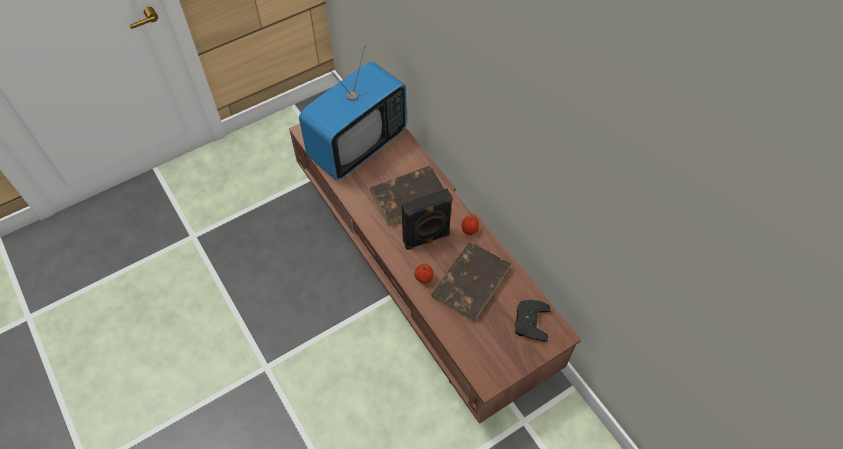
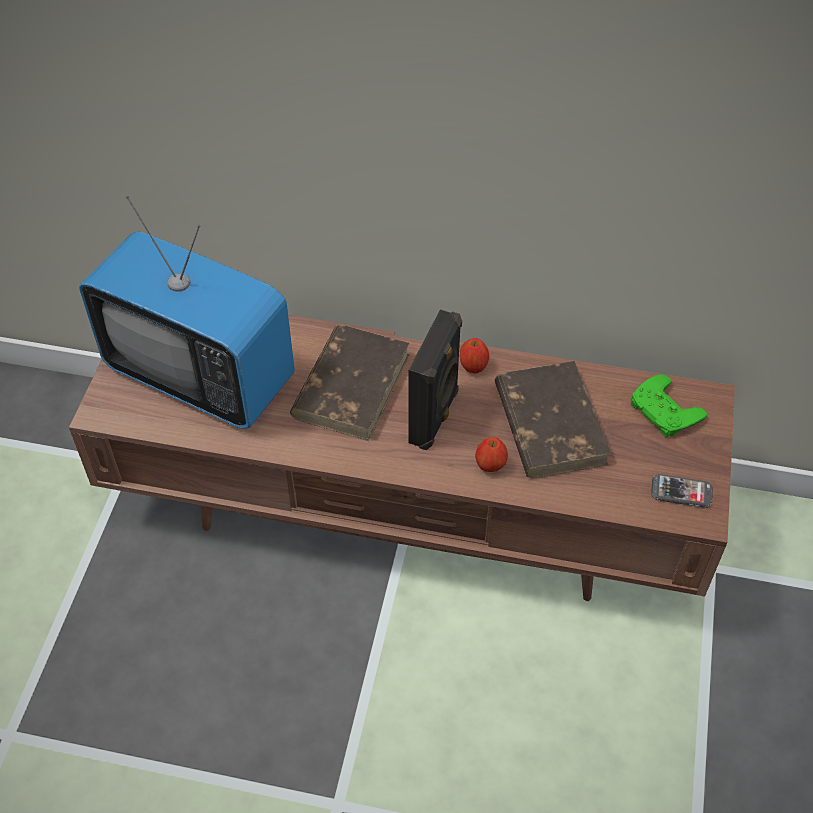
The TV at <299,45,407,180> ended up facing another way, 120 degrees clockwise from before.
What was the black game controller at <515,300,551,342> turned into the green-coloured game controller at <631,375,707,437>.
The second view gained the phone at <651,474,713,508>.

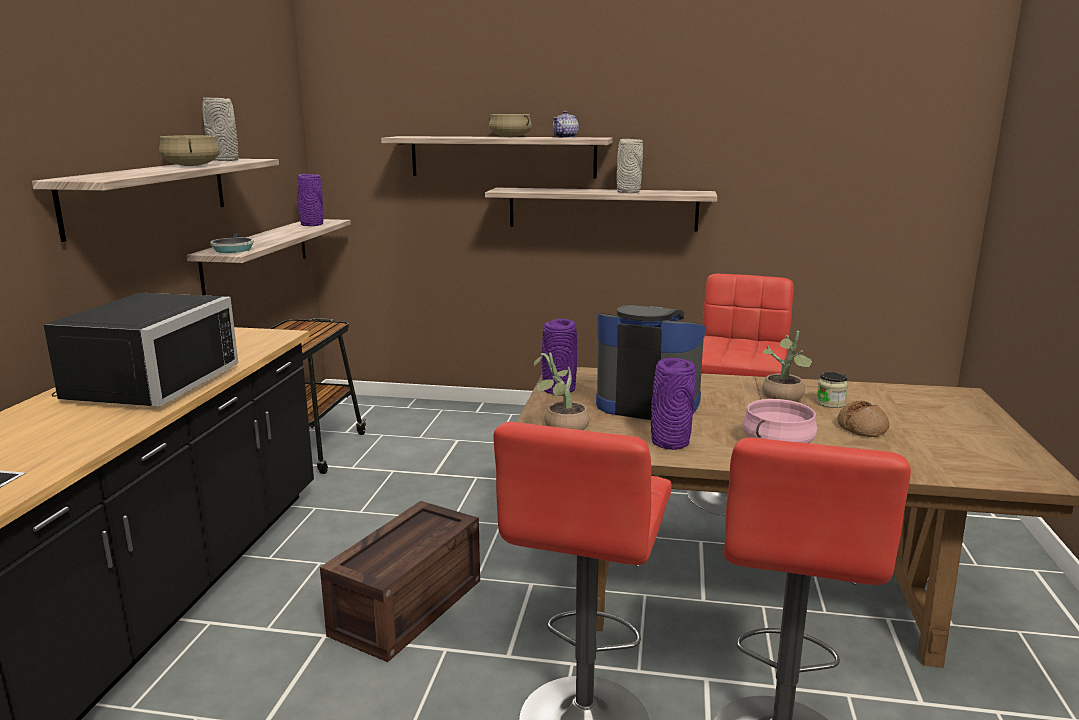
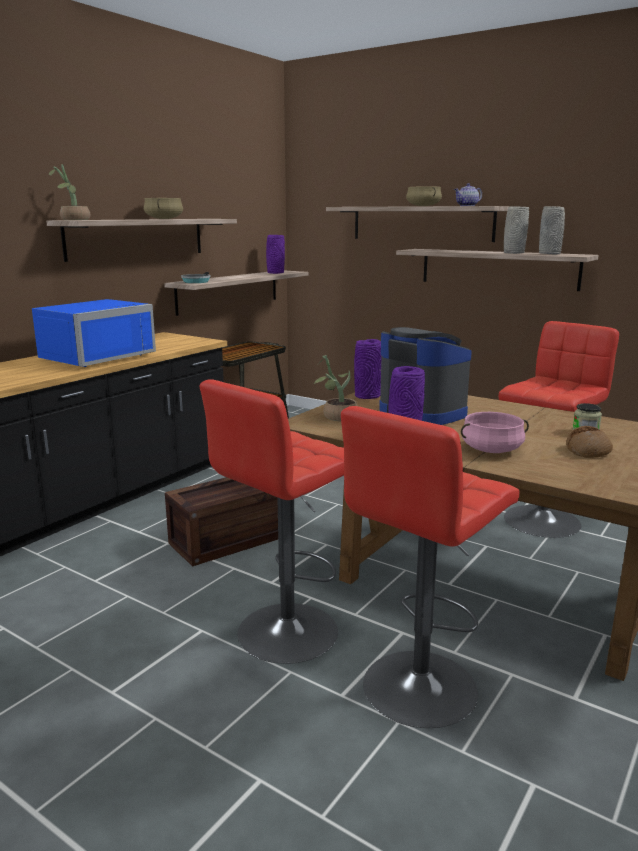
The grey flower vase ended up elsewhere, having gone from <202,97,239,161> to <539,206,565,254>.
What was the black microwave oven at <43,293,238,407> turned into the blue microwave oven at <32,299,156,367>.
The potted plant ended up elsewhere, having gone from <762,331,812,401> to <49,164,90,220>.

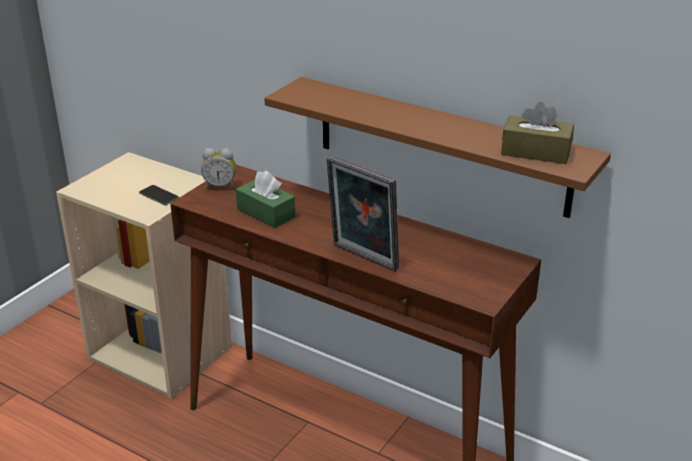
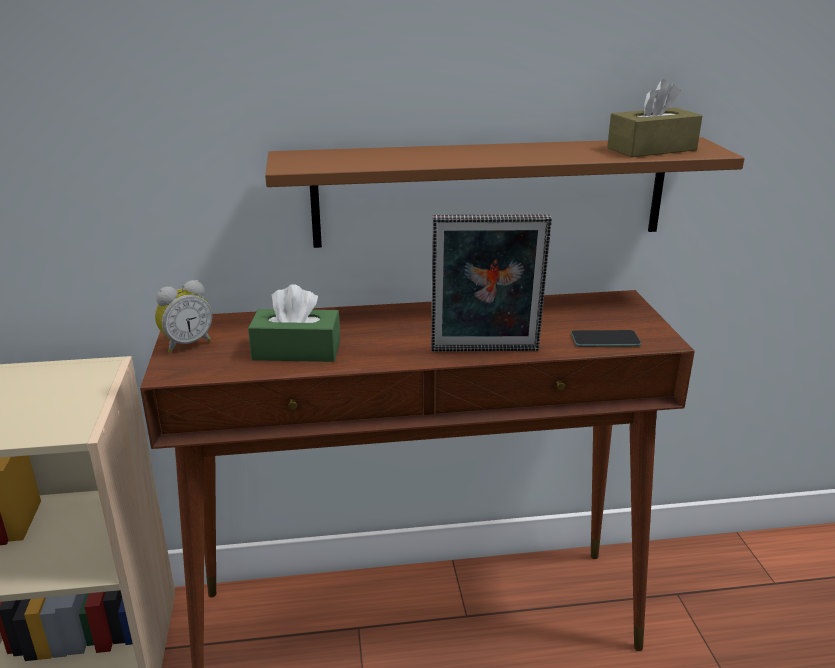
The phone ended up elsewhere, having gone from <139,185,179,205> to <571,330,642,347>.

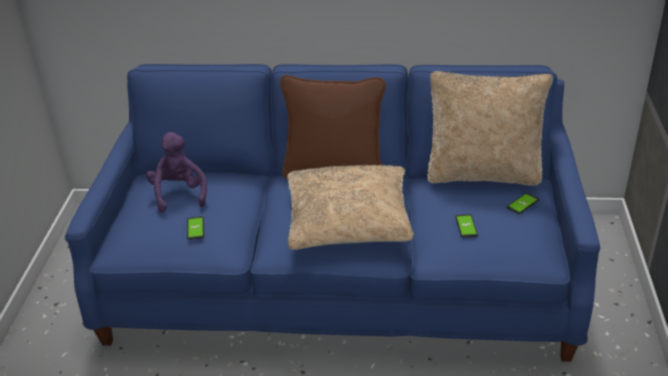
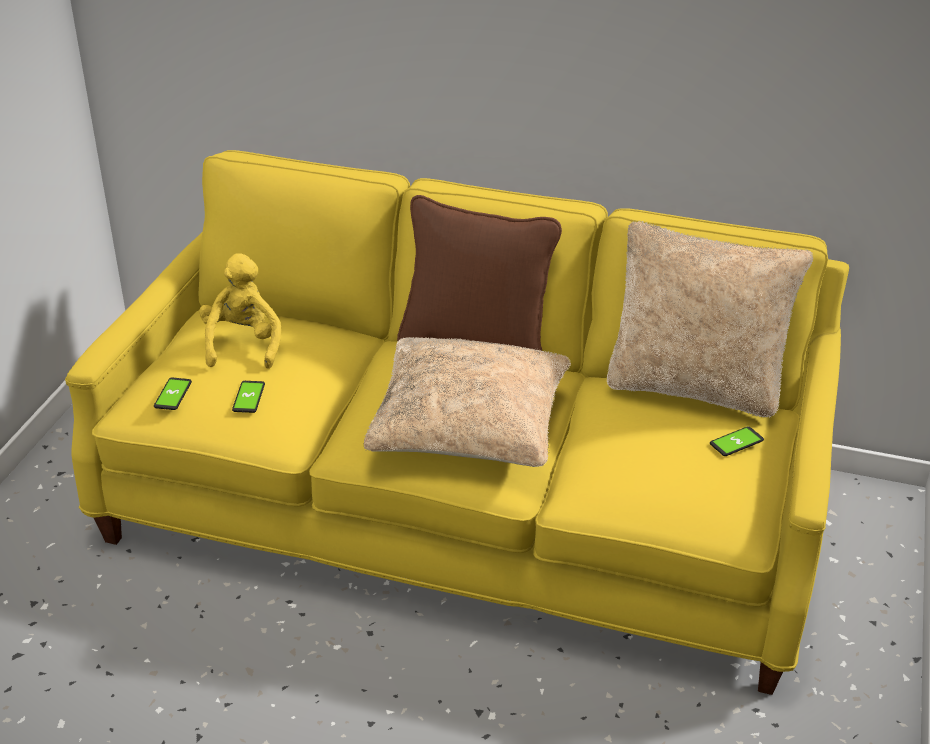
What was the blue sofa at <65,64,600,362> turned into the yellow-coloured sofa at <65,150,849,695>.
What was the purple cuddly toy at <146,132,207,213> turned into the yellow-coloured cuddly toy at <199,253,281,369>.
The phone ended up elsewhere, having gone from <455,214,478,238> to <154,377,192,410>.

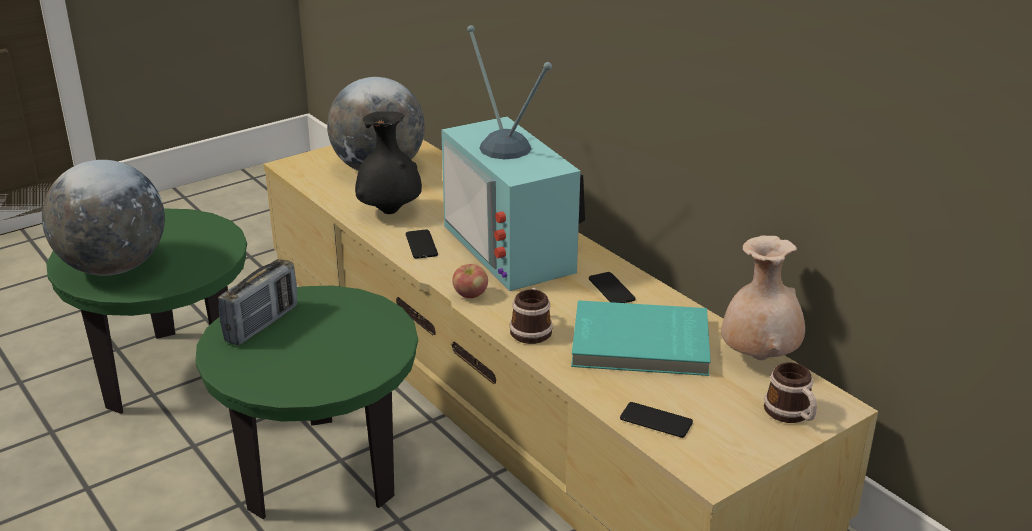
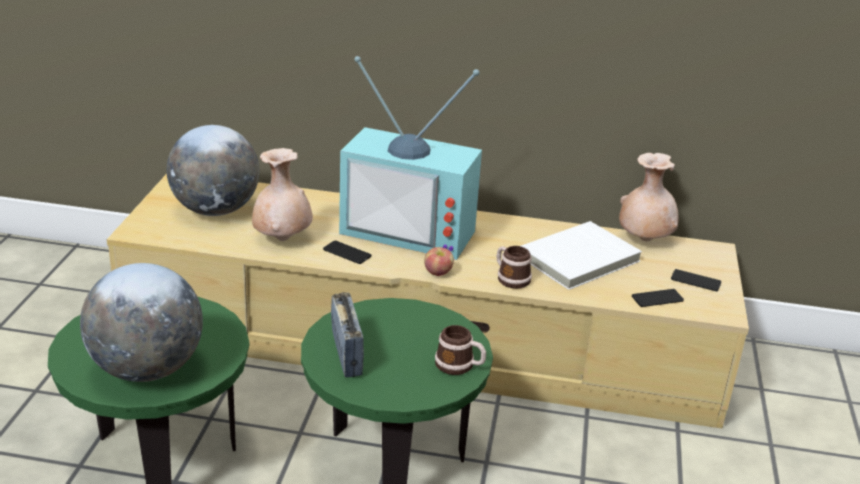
What was the black flower vase at <355,111,422,214> turned into the sand-coloured flower vase at <252,148,313,241>.
The phone ended up elsewhere, having gone from <589,272,635,303> to <671,269,721,292>.
What was the turquoise book at <571,300,711,376> turned into the whitish book at <521,221,642,290>.
The mug ended up elsewhere, having gone from <764,362,817,423> to <435,325,486,375>.

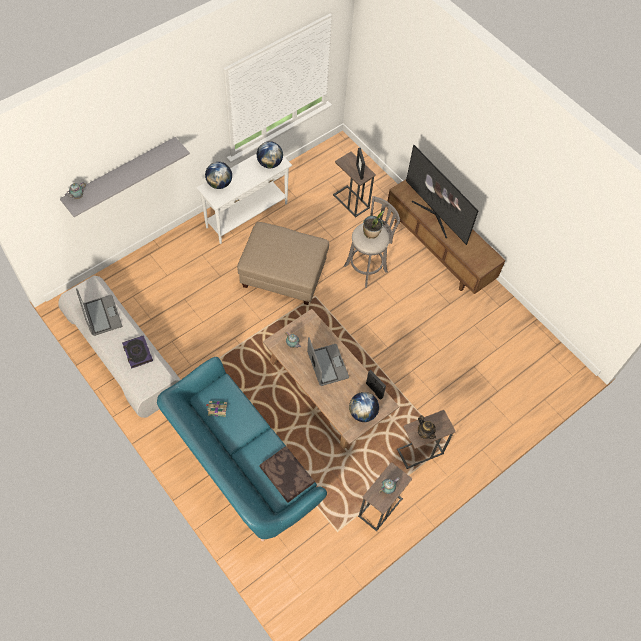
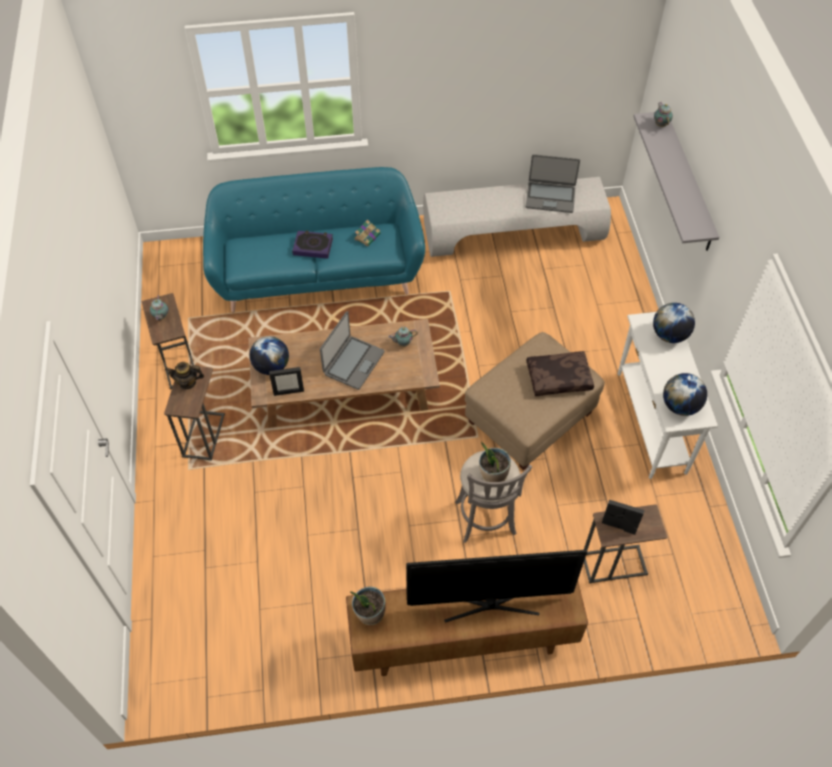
The book ended up elsewhere, having gone from <122,335,153,369> to <292,231,333,259>.
The laptop at <307,338,349,386> ended up facing another way, 75 degrees counterclockwise from before.
The brown-coloured cushion ended up elsewhere, having gone from <259,446,315,502> to <526,351,594,396>.
The second view gained the potted plant at <350,587,386,625>.

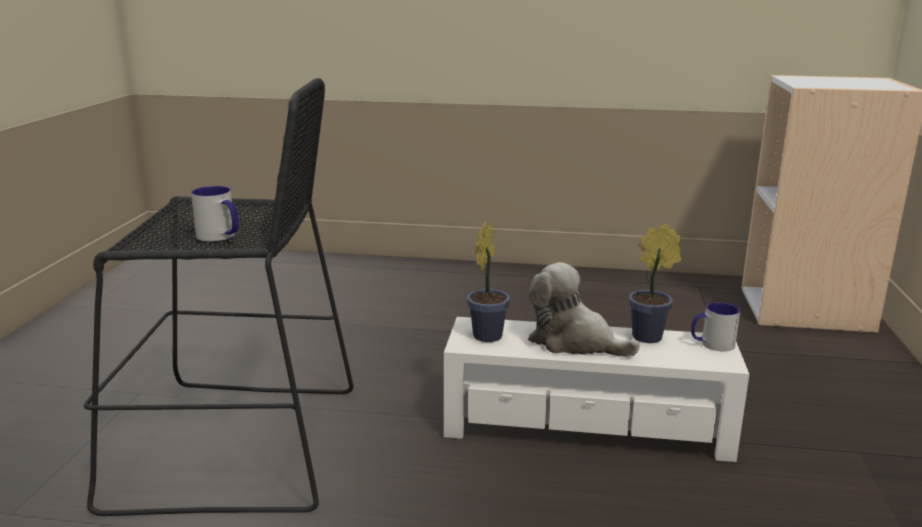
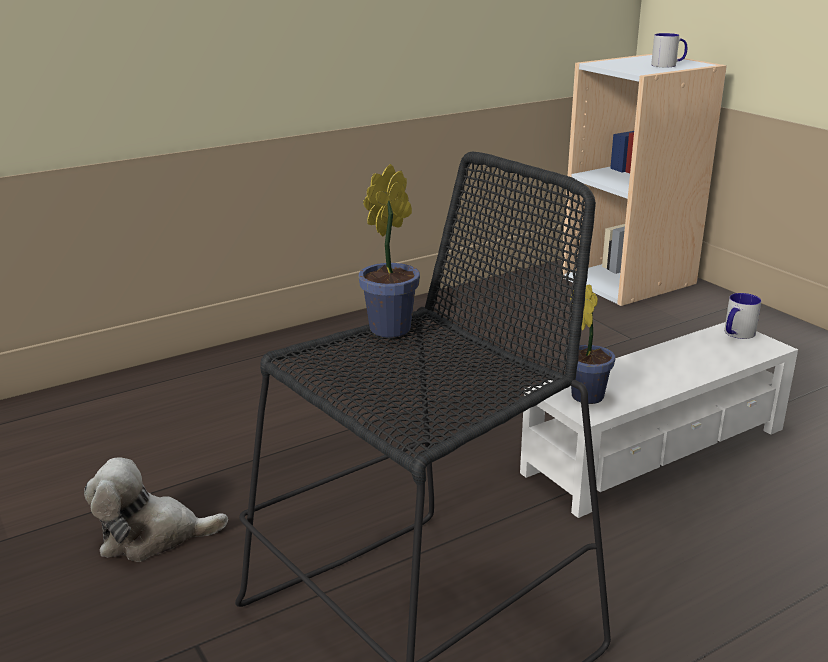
The mug ended up elsewhere, having gone from <191,186,239,241> to <651,33,687,67>.
The potted plant ended up elsewhere, having gone from <629,224,681,343> to <359,164,420,338>.
The cuddly toy ended up elsewhere, having gone from <528,262,640,357> to <84,457,228,562>.

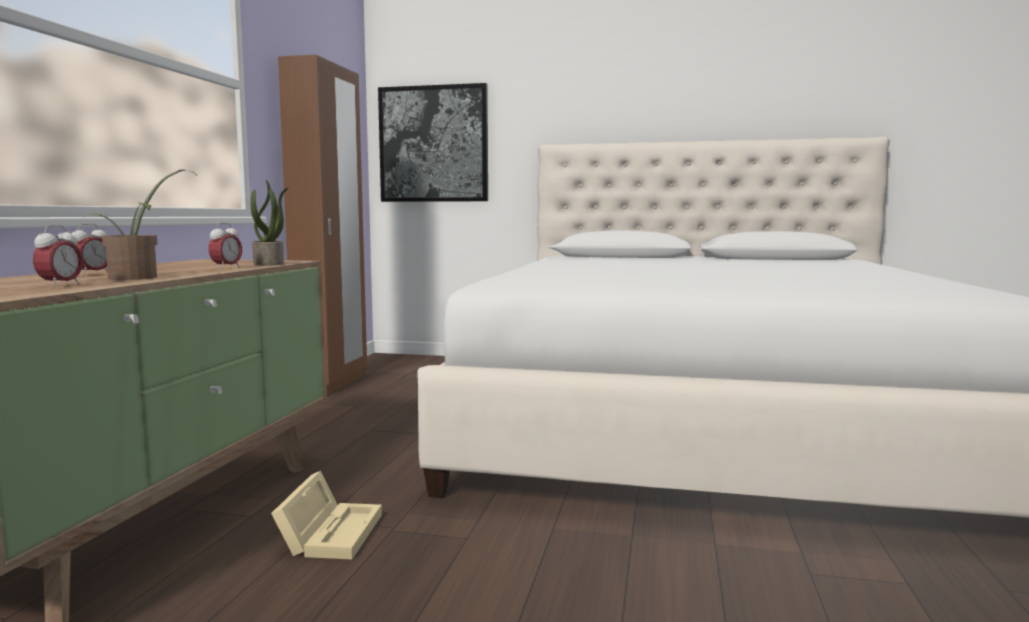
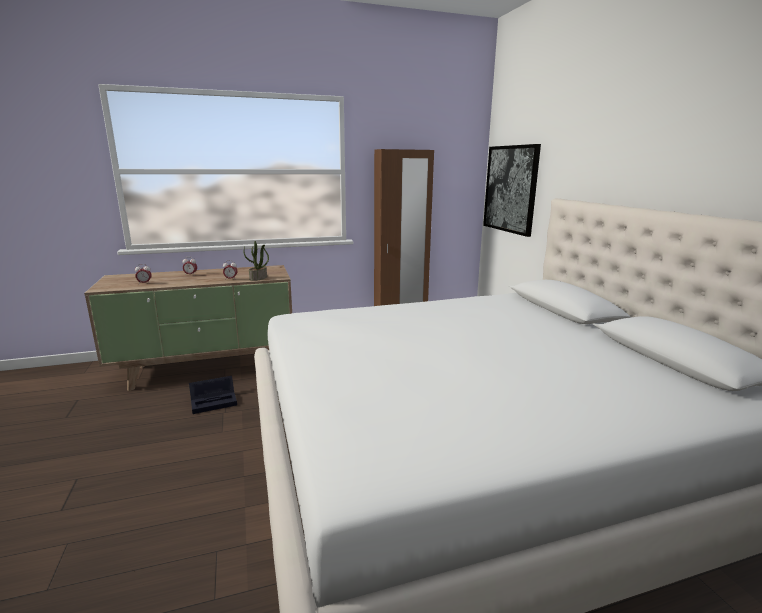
The second view lost the potted plant at <88,169,195,280>.
What was the sand-coloured storage bin at <271,471,382,559> turned into the black storage bin at <189,376,237,414>.

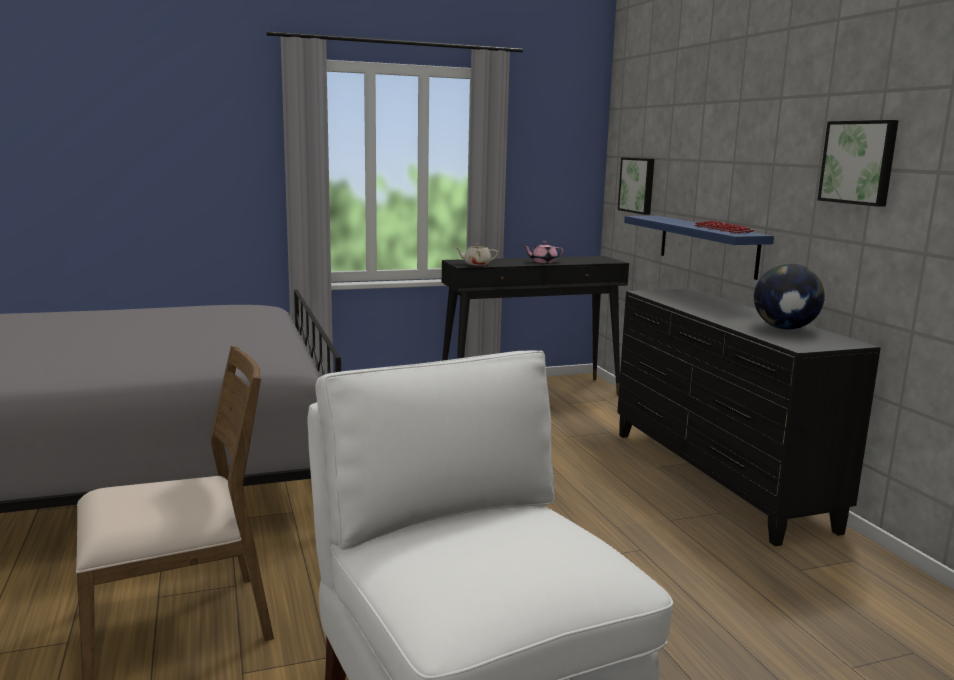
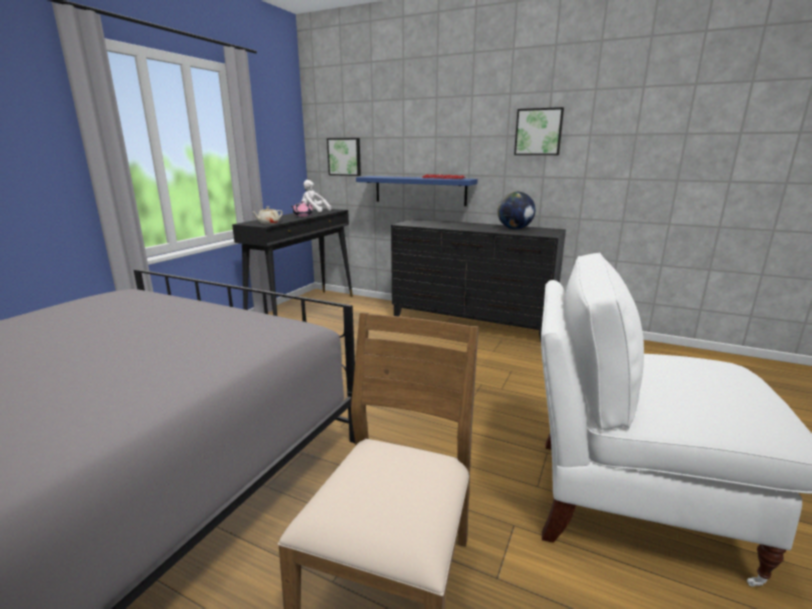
The second view gained the whitish cuddly toy at <301,180,331,212>.

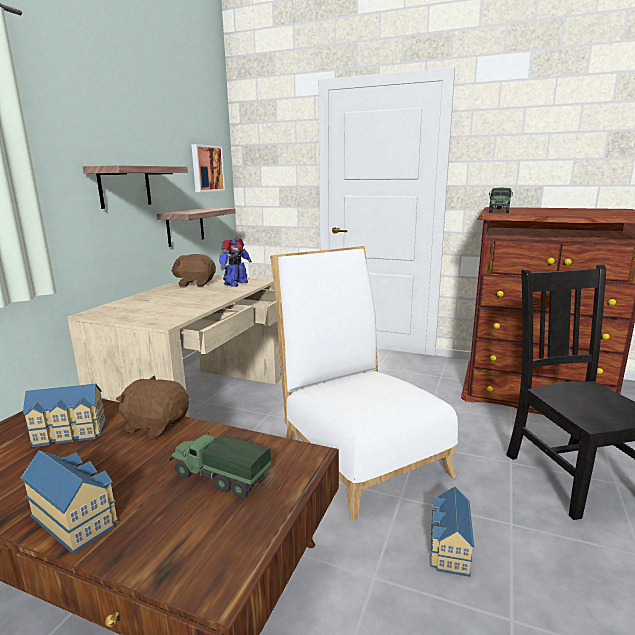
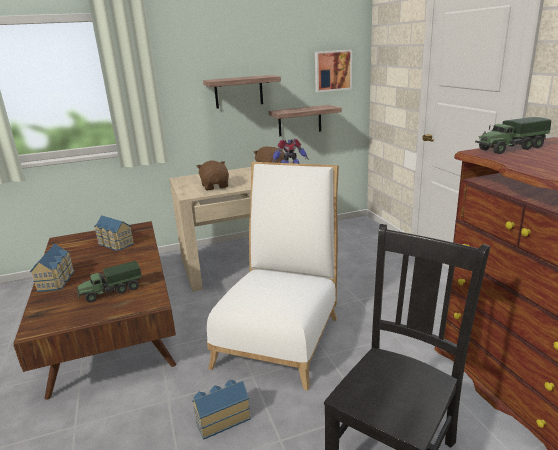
The brown-coloured cuddly toy ended up elsewhere, having gone from <116,375,189,438> to <196,161,229,190>.
The toy lorry at <168,433,271,498> ended up facing another way, 105 degrees counterclockwise from before.

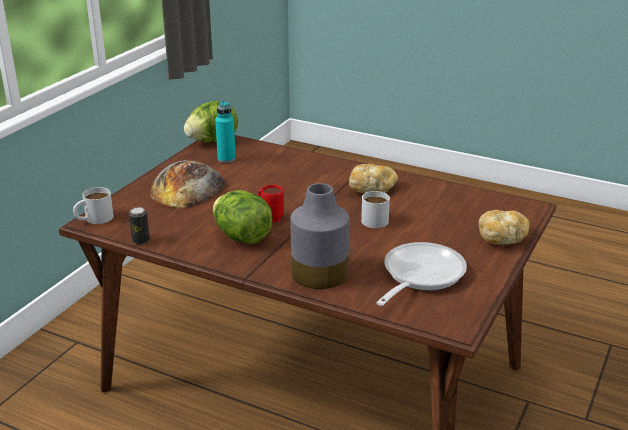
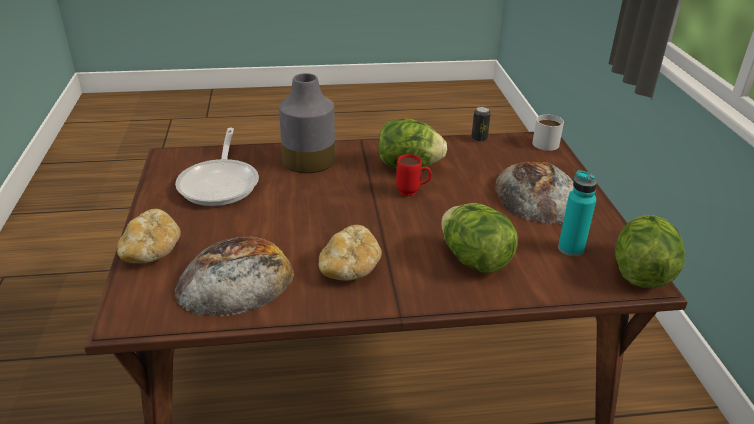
The second view lost the whitish mug at <361,191,390,228>.
The second view gained the lettuce head at <441,203,518,274>.
The second view gained the baked bread at <175,237,294,316>.

